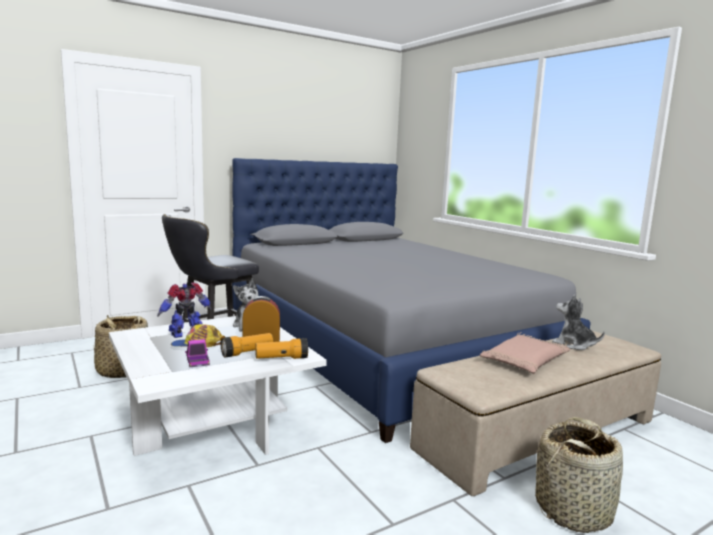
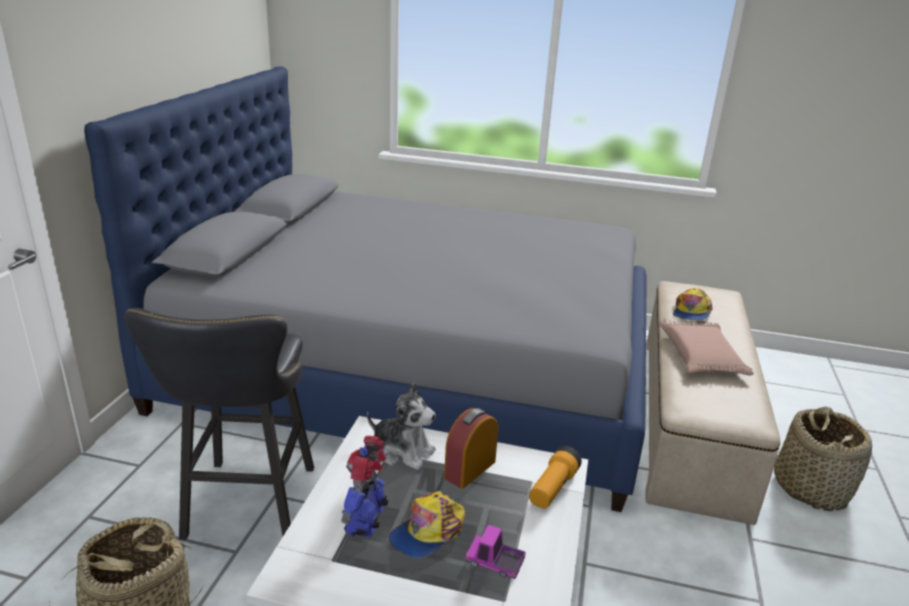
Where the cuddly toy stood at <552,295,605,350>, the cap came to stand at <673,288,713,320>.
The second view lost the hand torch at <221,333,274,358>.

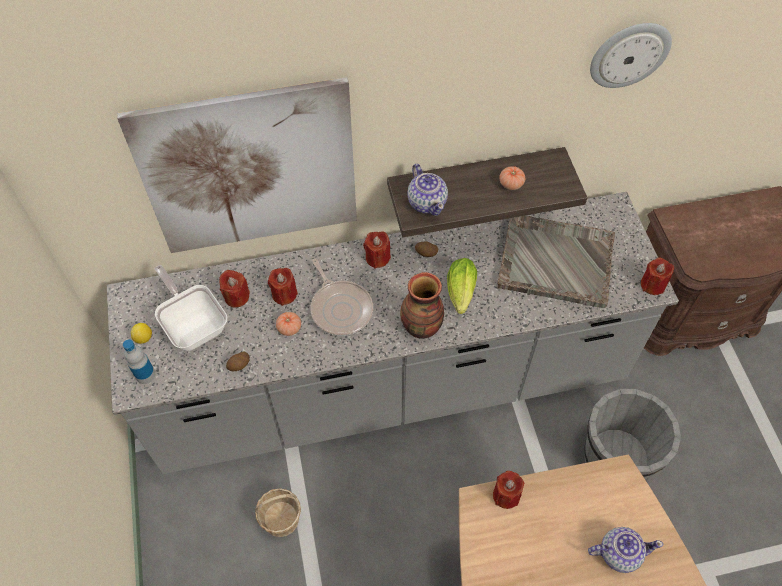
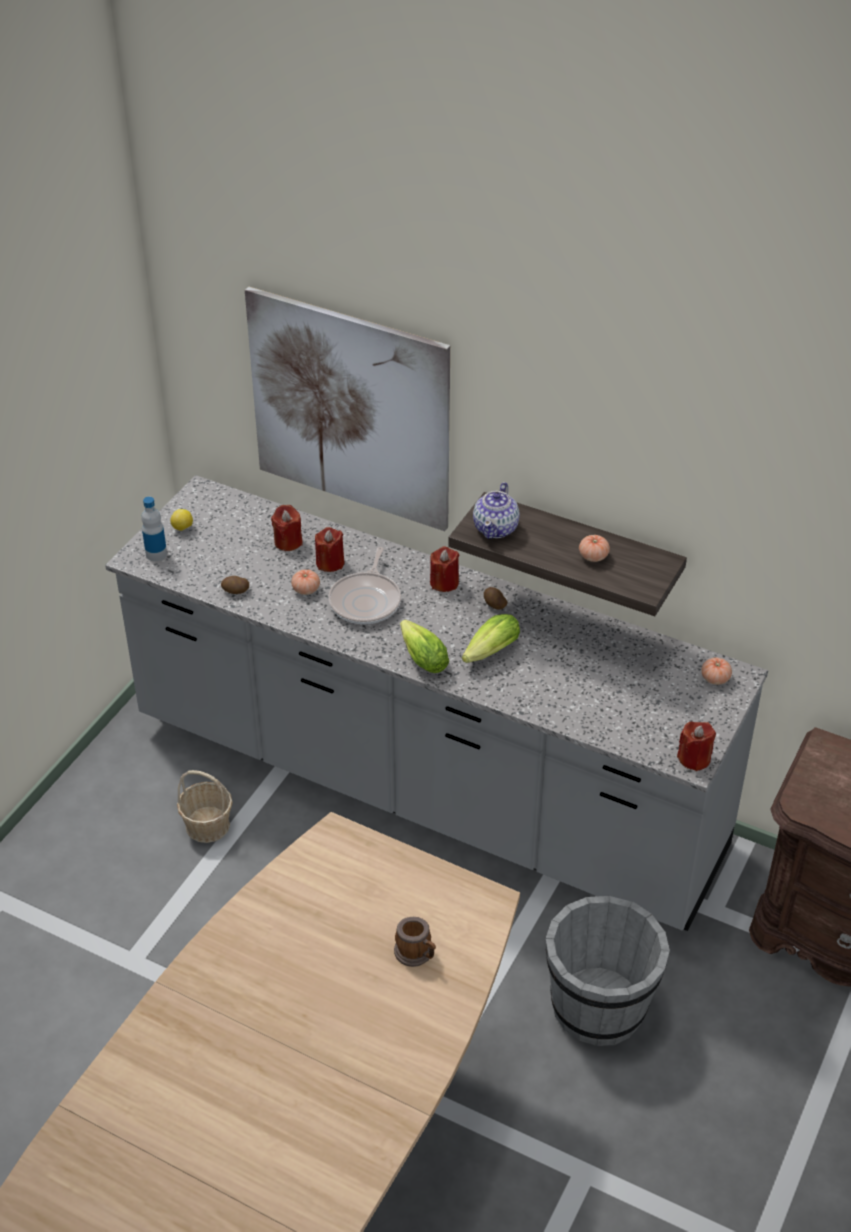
The second view lost the hanging clock at <590,23,672,88>.
The second view lost the grey serving tray at <497,215,615,308>.
The second view lost the pan at <155,265,227,351>.
Where the flower vase stood at <400,272,444,339>, the lettuce head came to stand at <400,620,449,673>.
The second view lost the red-coloured wax candle at <493,471,524,509>.
Where the pot for tea stood at <588,527,663,573>, the mug came to stand at <394,917,436,967>.
The second view gained the tomato at <701,658,732,685>.

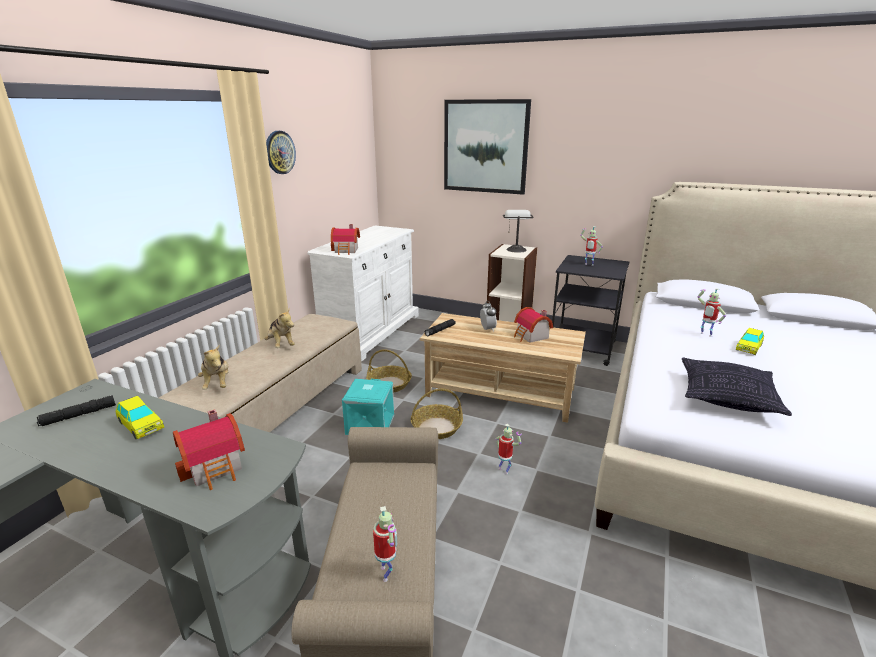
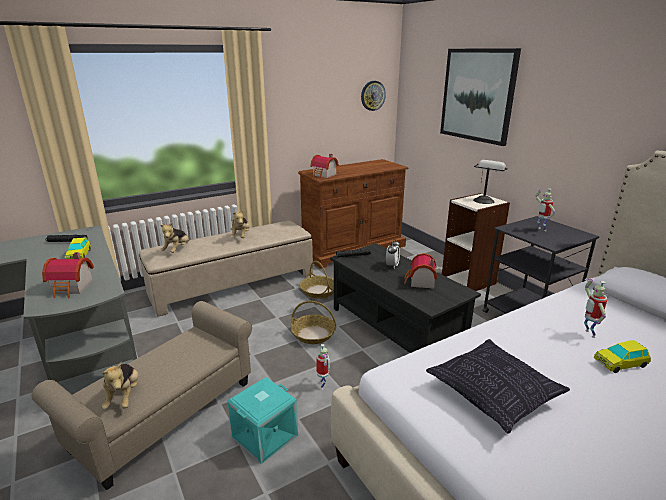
The hanging clock ended up elsewhere, having gone from <266,131,296,174> to <361,81,386,111>.
What was the whitish drawer chest at <308,226,419,362> turned into the brown-coloured drawer chest at <298,159,408,269>.
What was the sand-coloured coffee table at <420,313,586,423> turned into the black coffee table at <330,243,481,353>.
The turquoise storage bin ended up elsewhere, having gone from <342,379,394,435> to <227,377,298,464>.
Where the model robot stood at <373,506,397,582>, the cuddly toy came to stand at <102,362,139,409>.

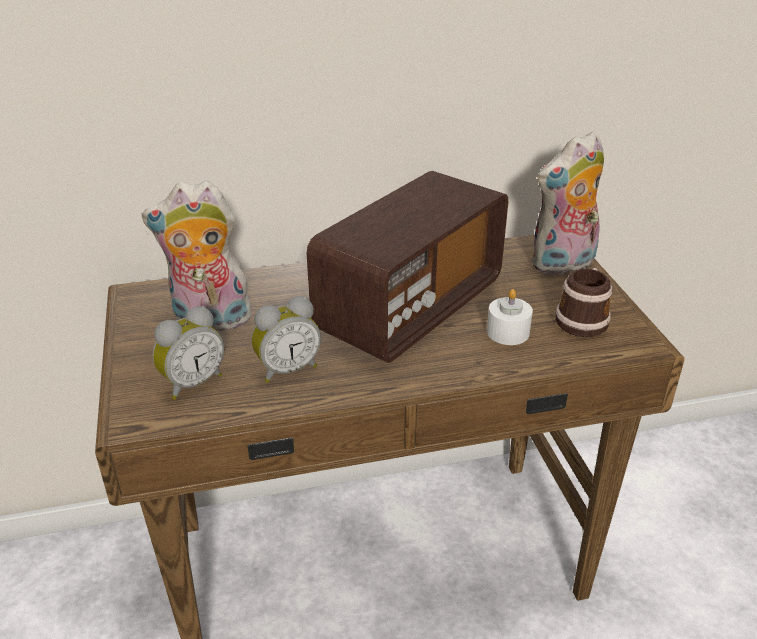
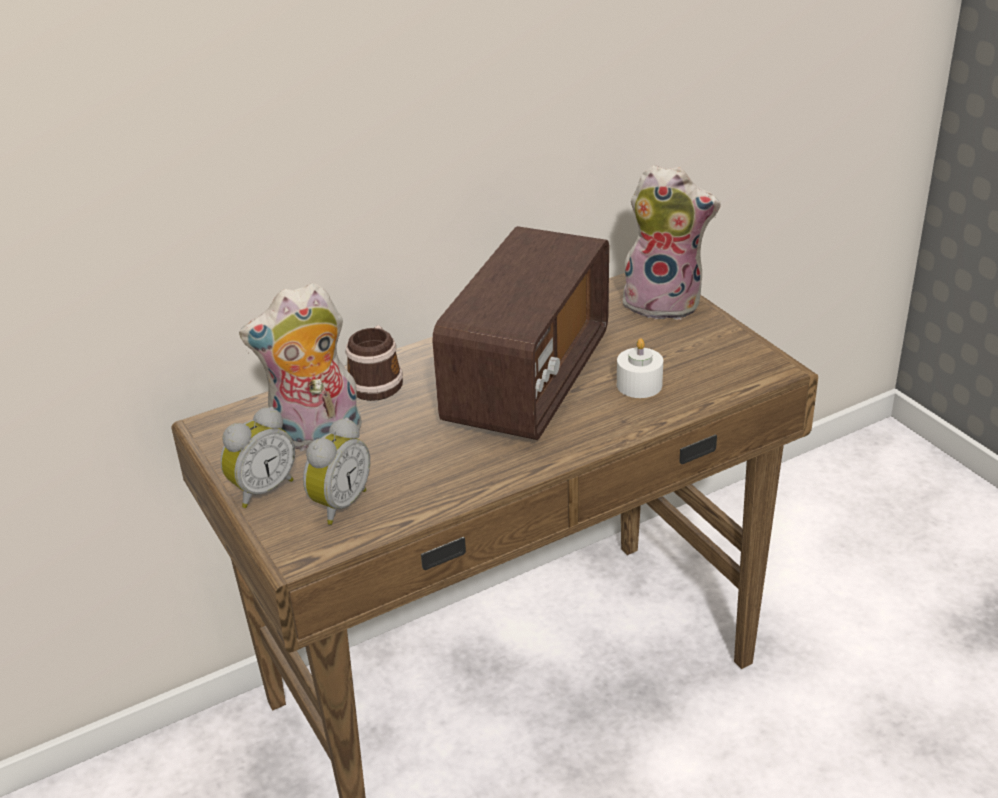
The cuddly toy at <532,132,604,276> ended up facing another way, 120 degrees counterclockwise from before.
The mug ended up elsewhere, having gone from <555,268,612,337> to <346,325,403,401>.
The table clock ended up elsewhere, having gone from <251,296,321,383> to <220,407,295,508>.

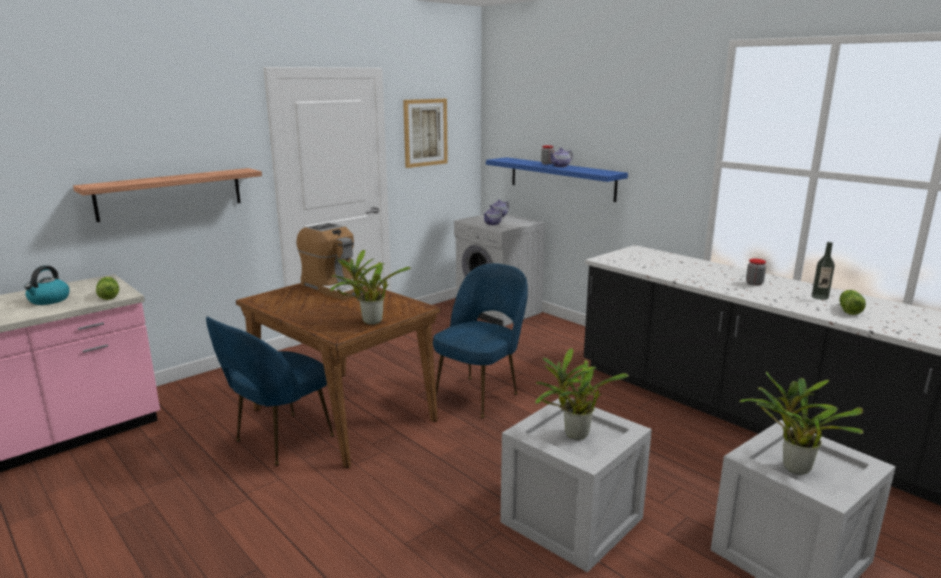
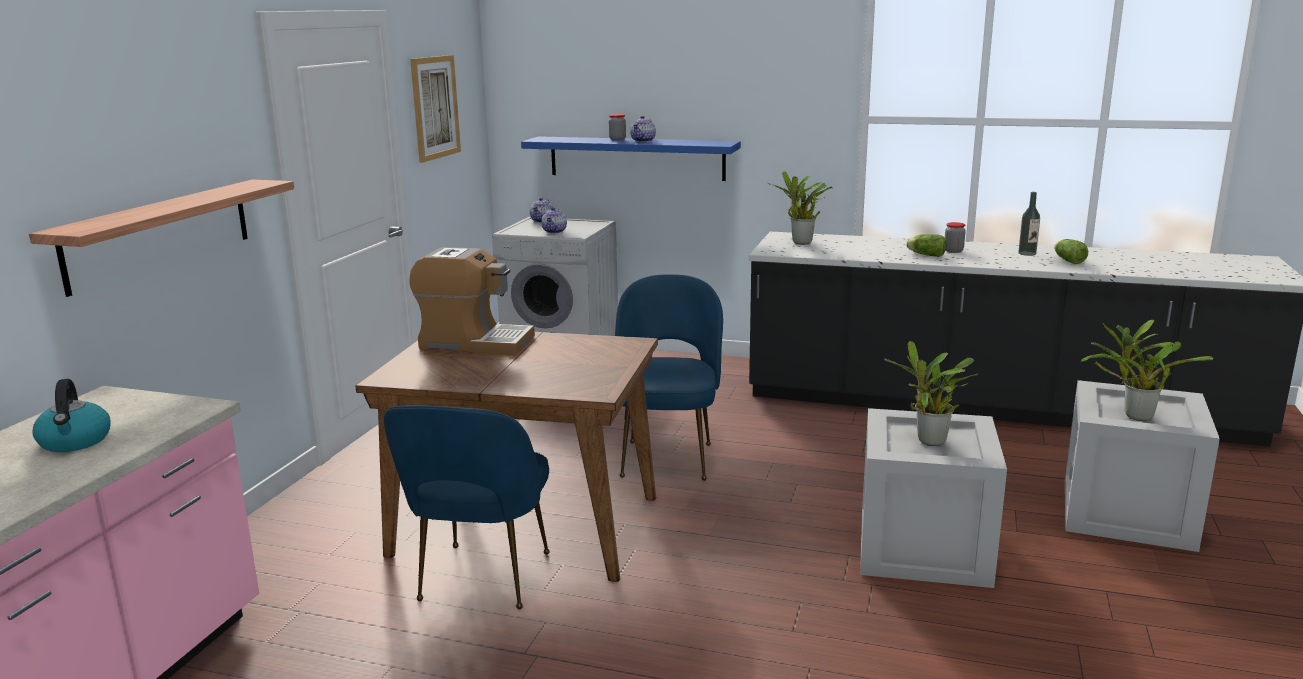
The potted plant ended up elsewhere, having gone from <330,250,411,325> to <768,171,832,244>.
The lettuce head ended up elsewhere, having gone from <96,277,119,300> to <906,234,947,257>.

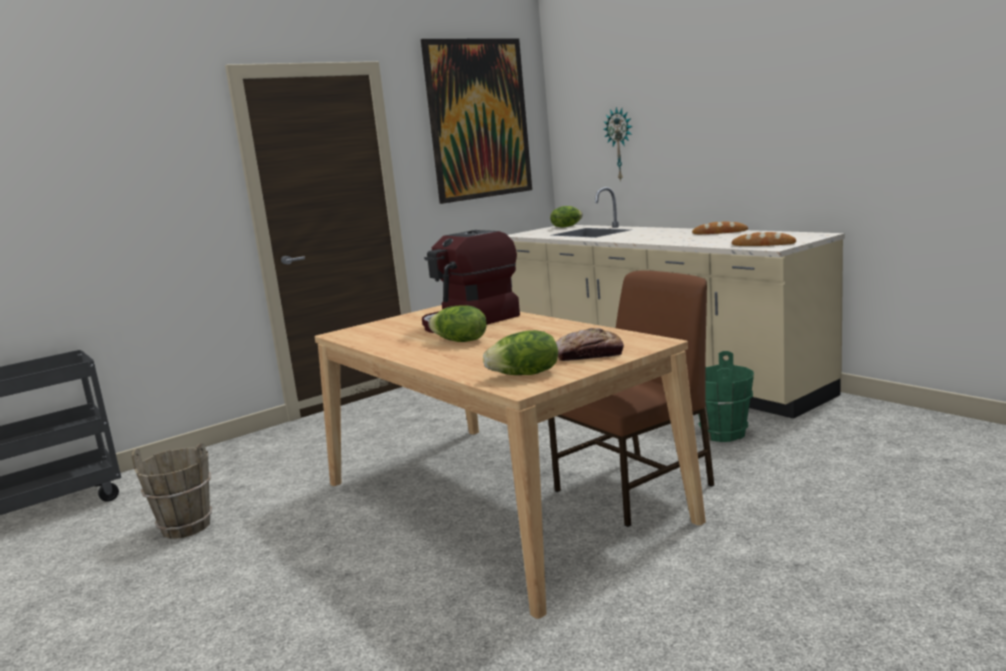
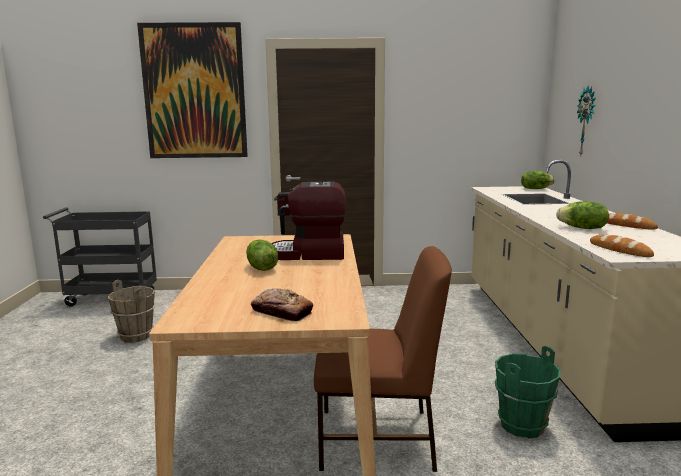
The wall art ended up elsewhere, having gone from <421,39,532,204> to <137,22,248,158>.
The lettuce head ended up elsewhere, having gone from <483,330,558,375> to <556,201,609,229>.

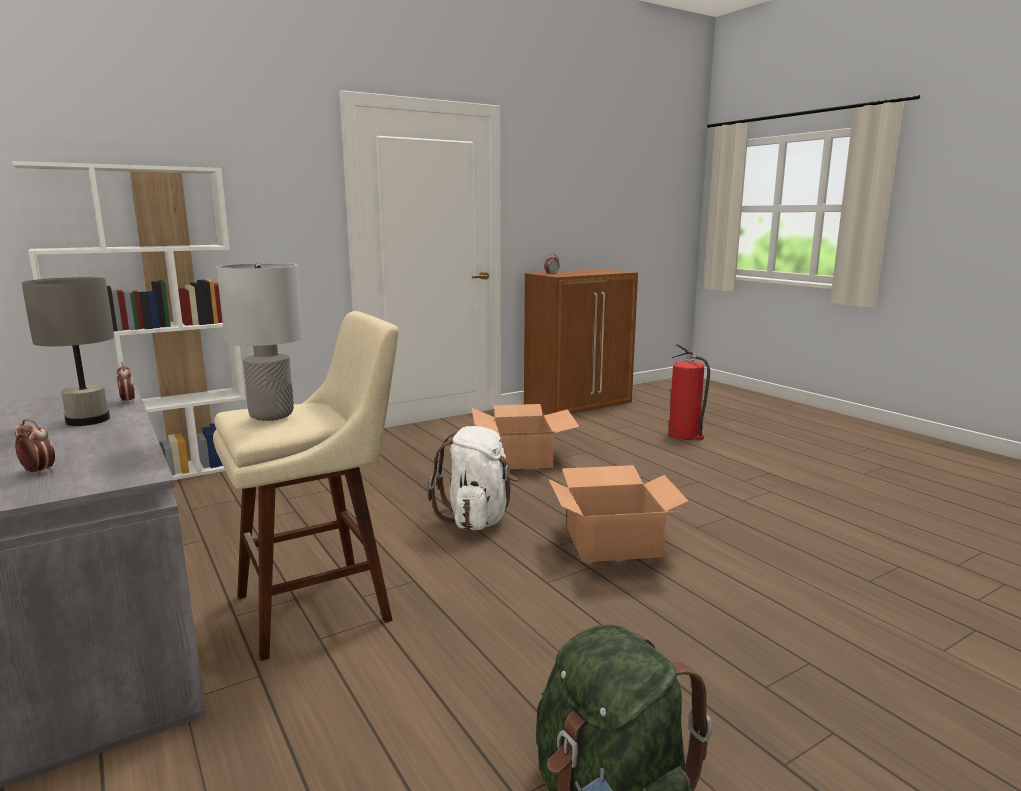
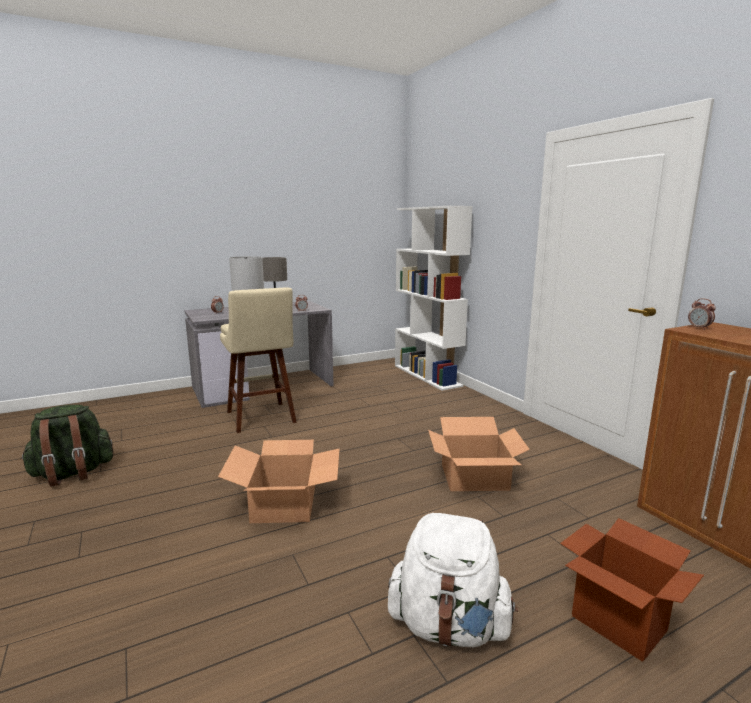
Where the extinguisher stood at <668,344,710,440>, the carton came to stand at <560,518,704,662>.
The whitish knapsack ended up elsewhere, having gone from <428,426,518,531> to <388,513,518,647>.

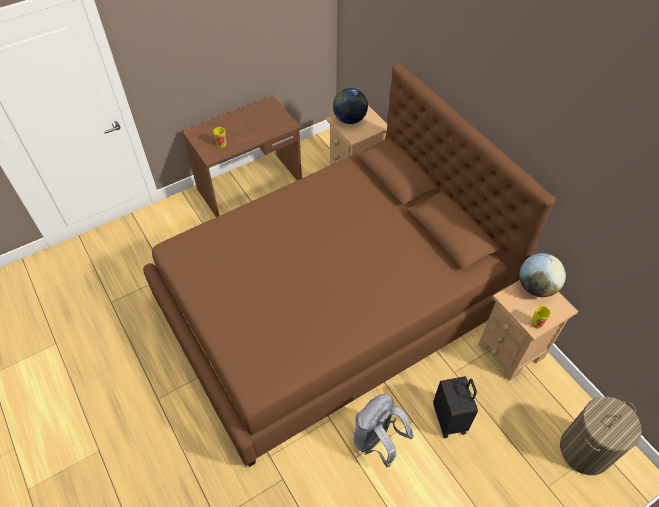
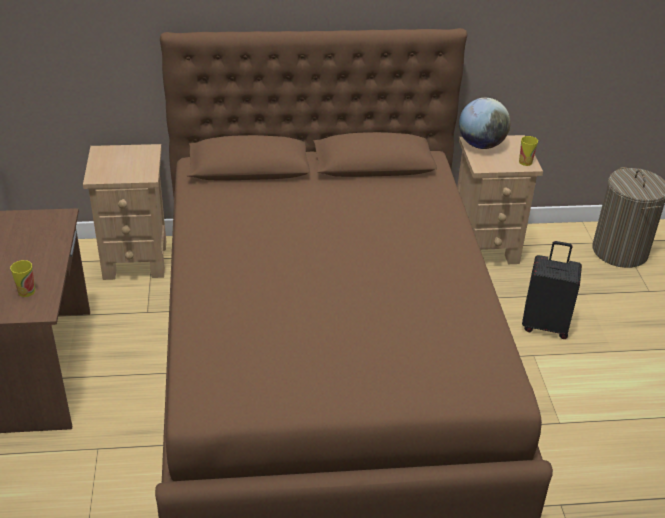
The second view lost the desk globe at <333,88,368,124>.
The second view lost the grey knapsack at <354,394,414,468>.

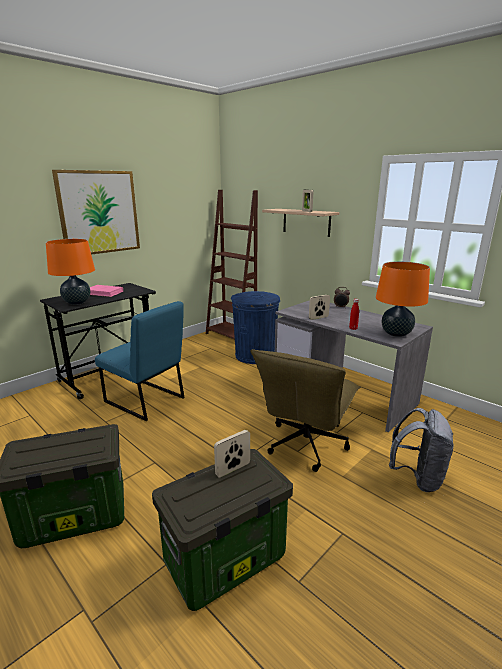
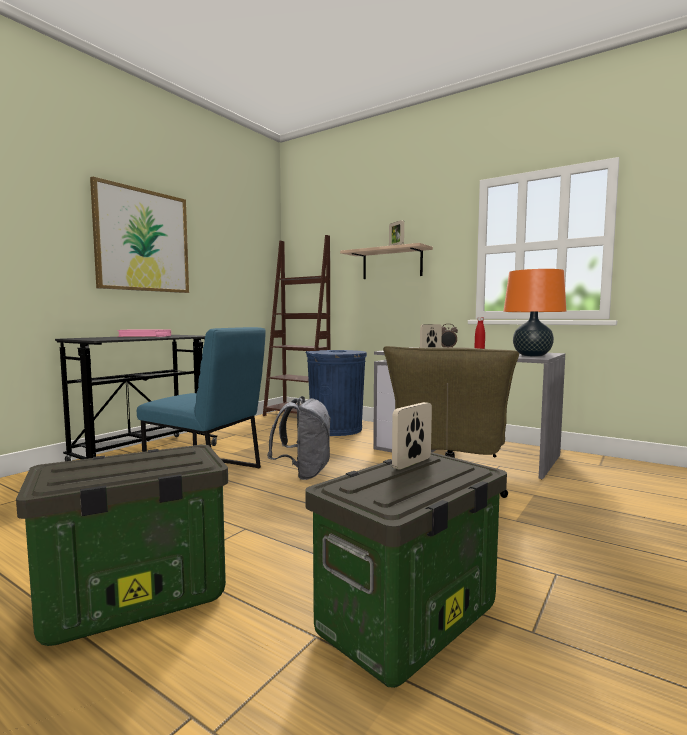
The second view lost the orange tabletop lamp at <46,239,95,305>.
The grey knapsack ended up elsewhere, having gone from <389,408,454,492> to <267,396,331,480>.

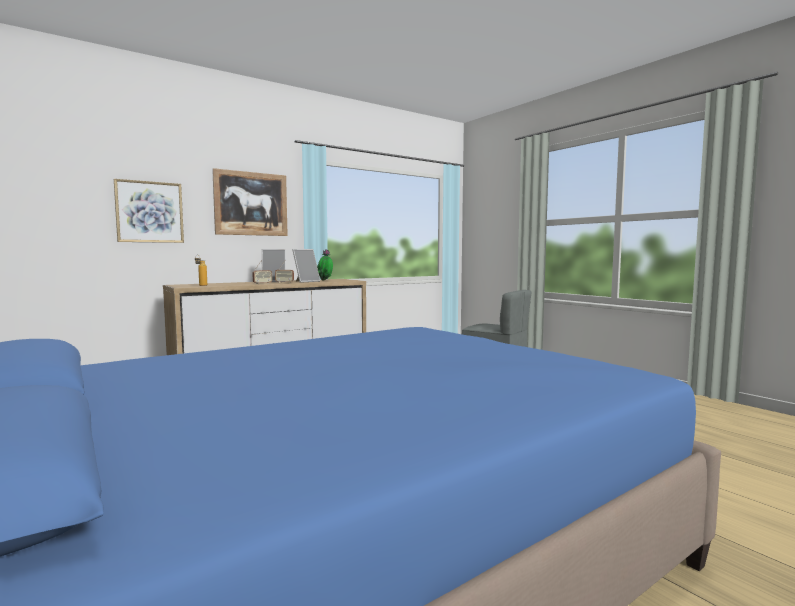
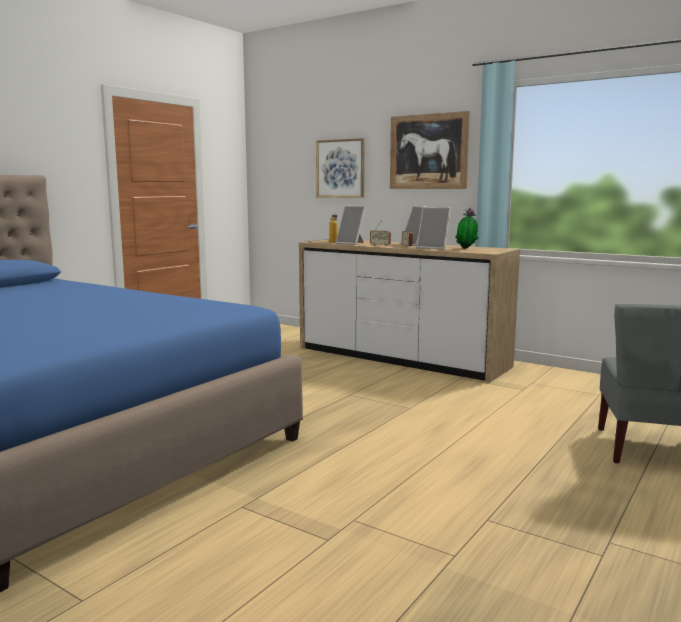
The second view gained the picture frame at <336,205,366,245>.

